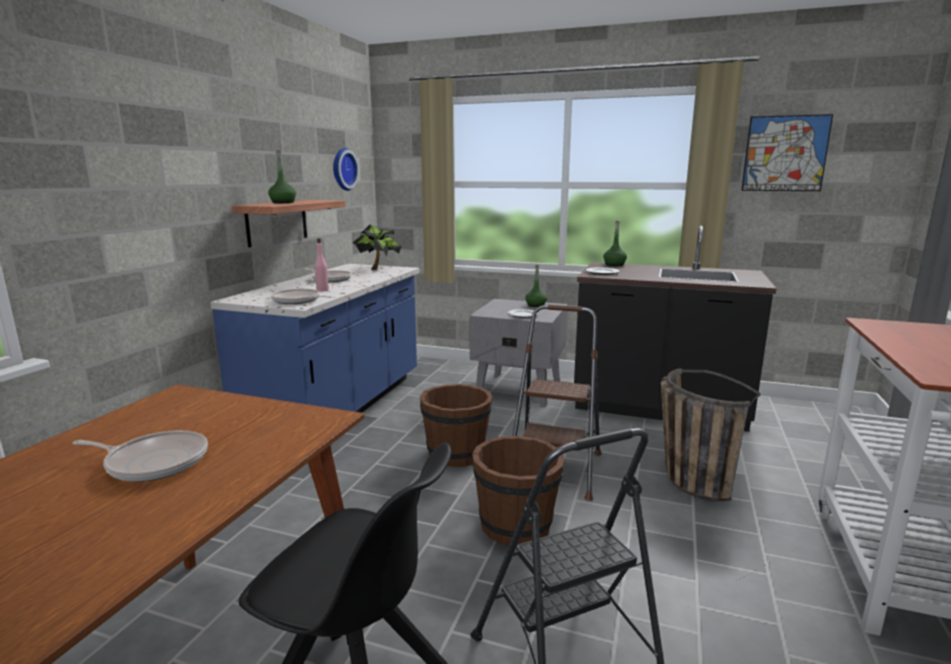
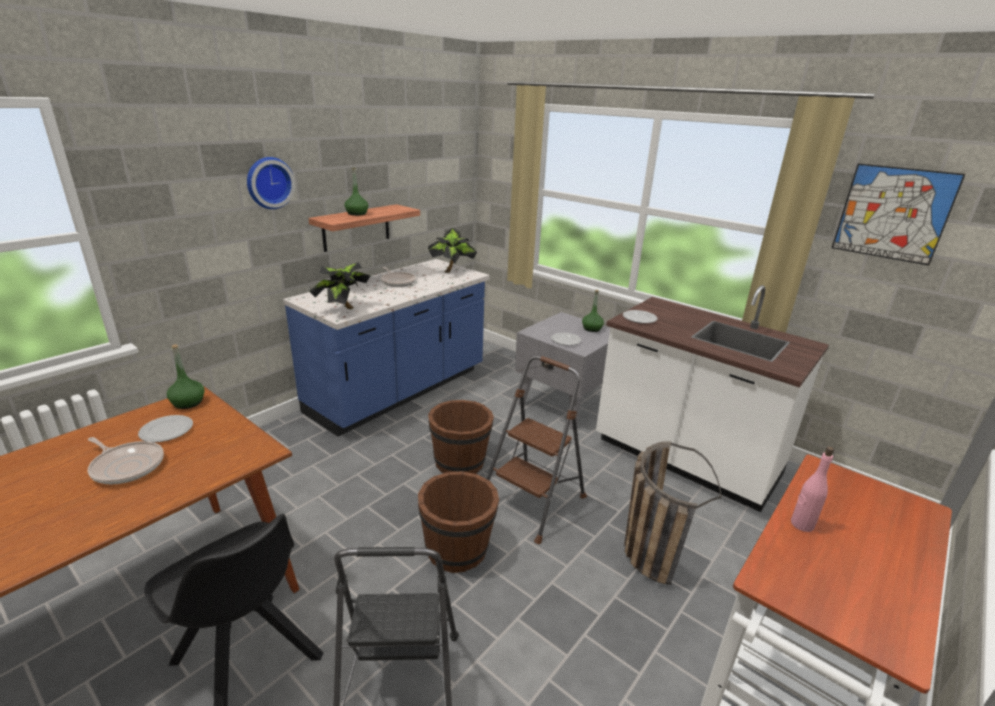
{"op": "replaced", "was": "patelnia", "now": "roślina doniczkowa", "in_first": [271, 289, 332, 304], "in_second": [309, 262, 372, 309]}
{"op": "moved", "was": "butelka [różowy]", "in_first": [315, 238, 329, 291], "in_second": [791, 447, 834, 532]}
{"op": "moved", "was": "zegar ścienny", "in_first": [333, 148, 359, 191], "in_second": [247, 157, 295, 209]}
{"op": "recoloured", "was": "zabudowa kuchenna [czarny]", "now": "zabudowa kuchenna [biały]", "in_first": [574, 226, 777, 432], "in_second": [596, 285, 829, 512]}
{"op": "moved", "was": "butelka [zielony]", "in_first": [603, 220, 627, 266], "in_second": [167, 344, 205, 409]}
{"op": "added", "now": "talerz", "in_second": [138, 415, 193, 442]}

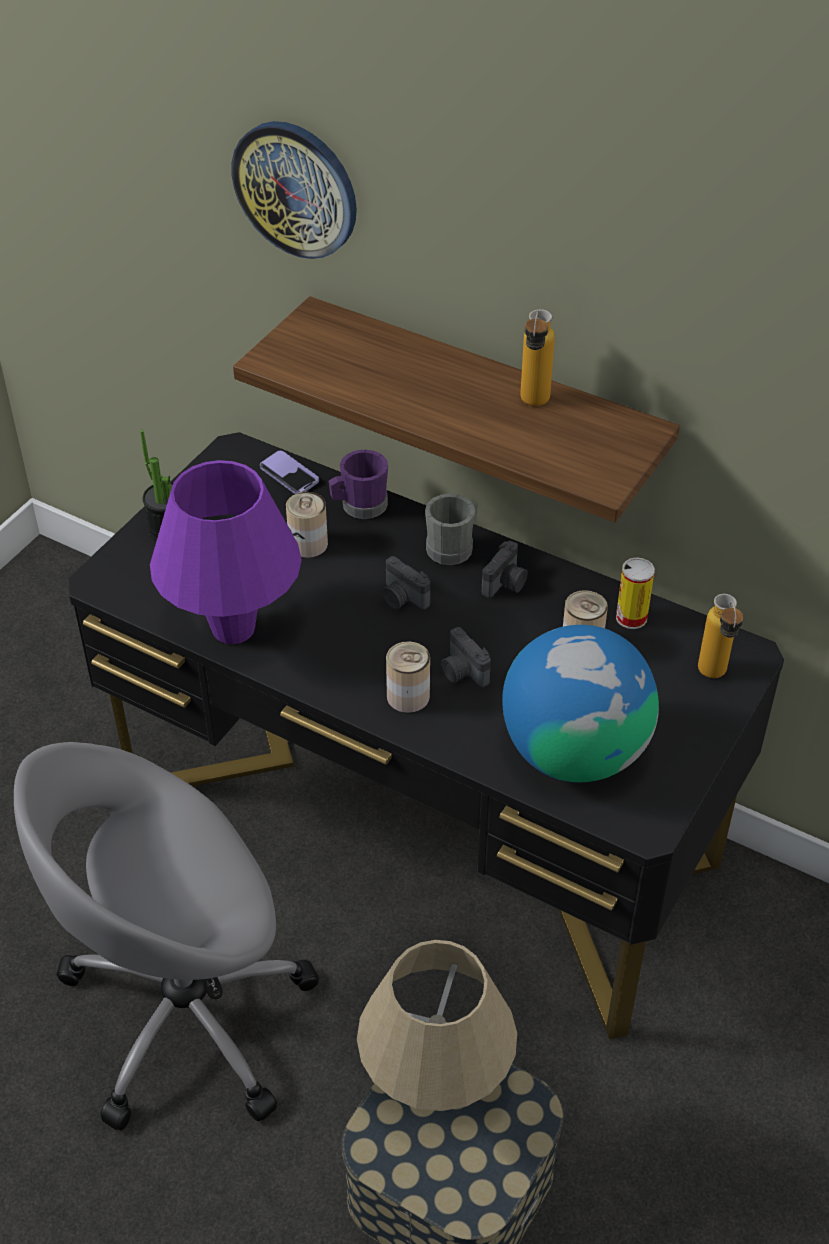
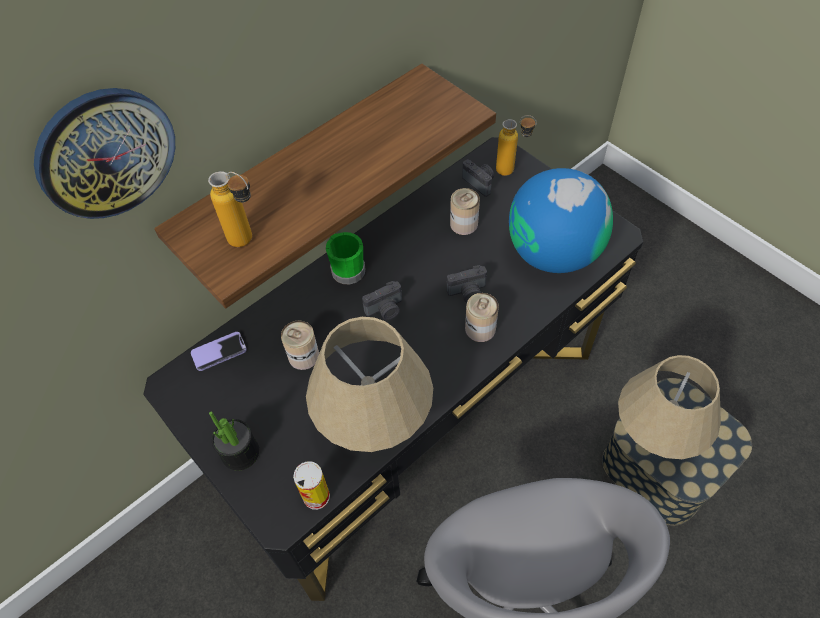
{"op": "recoloured", "was": "lampa stołowa [fioletowy]", "now": "lampa stołowa [beżowy]", "in_first": [150, 460, 302, 644], "in_second": [306, 317, 433, 452]}
{"op": "removed", "was": "kubek [fioletowy]", "in_first": [329, 450, 388, 519]}
{"op": "recoloured", "was": "kubek [szary]", "now": "kubek [zielony]", "in_first": [425, 494, 478, 565], "in_second": [326, 232, 365, 284]}
{"op": "moved", "was": "aparat fotograficzny", "in_first": [482, 541, 528, 598], "in_second": [462, 159, 494, 197]}
{"op": "moved", "was": "butelka", "in_first": [520, 309, 555, 406], "in_second": [208, 171, 252, 247]}
{"op": "moved", "was": "puszka", "in_first": [616, 557, 655, 629], "in_second": [293, 461, 330, 510]}

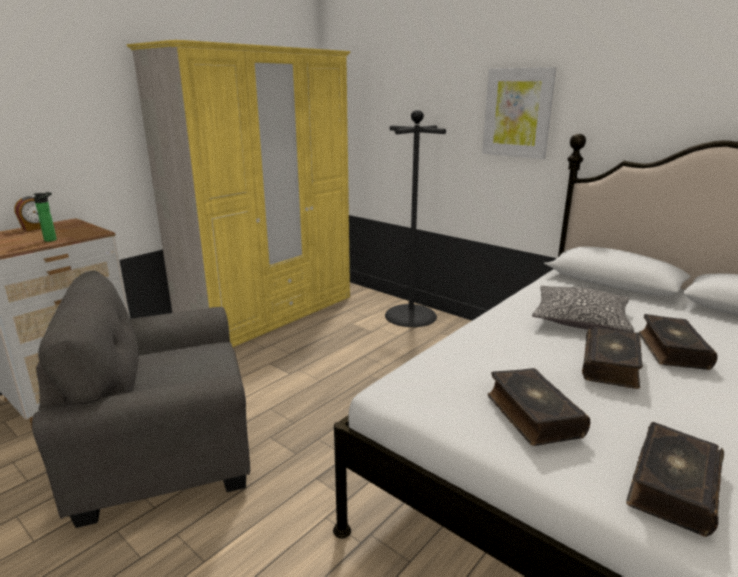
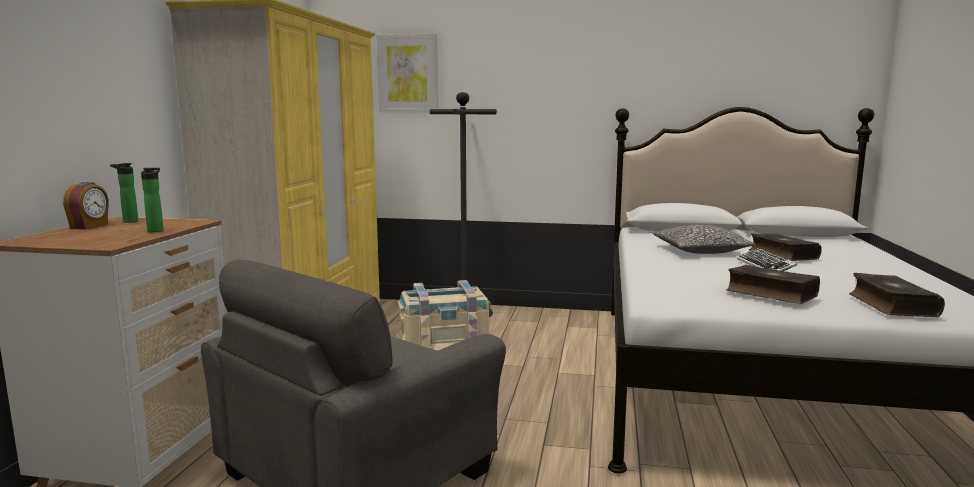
{"op": "moved", "was": "obraz", "in_first": [482, 67, 556, 159], "in_second": [376, 34, 438, 112]}
{"op": "replaced", "was": "książka", "now": "klawiatura", "in_first": [582, 327, 643, 389], "in_second": [737, 248, 797, 271]}
{"op": "added", "now": "butelka", "in_second": [110, 163, 138, 223]}
{"op": "added", "now": "pojemnik do przechowywania [beżowy]", "in_second": [396, 280, 491, 351]}

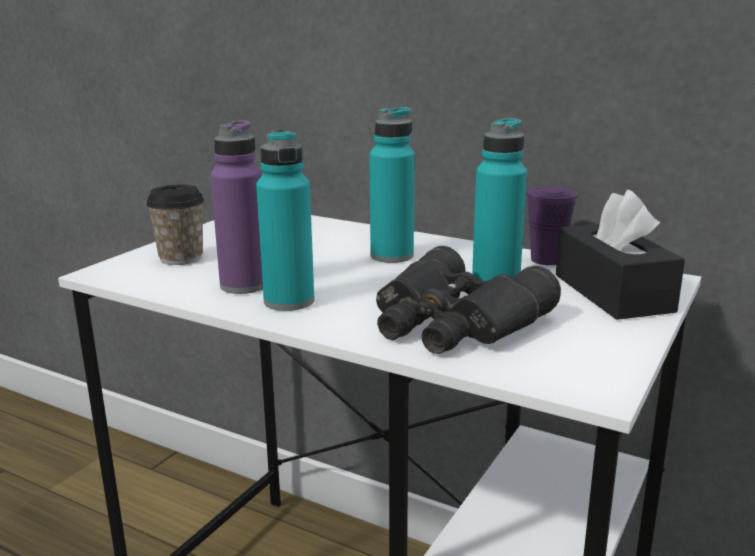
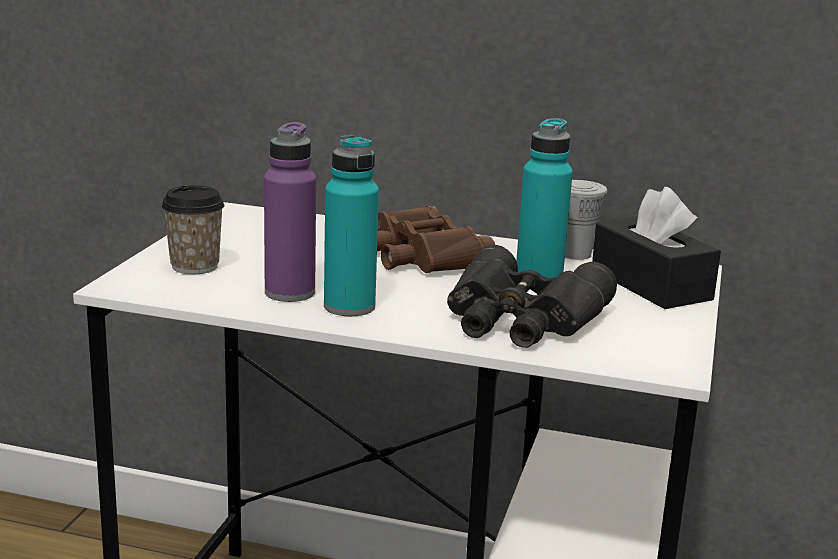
{"op": "replaced", "was": "butelka [turkusowy]", "now": "lornetka [brązowy]", "in_first": [369, 107, 415, 263], "in_second": [377, 206, 495, 273]}
{"op": "recoloured", "was": "filiżanka [fioletowy]", "now": "filiżanka [biały]", "in_first": [526, 186, 578, 265], "in_second": [565, 180, 607, 260]}

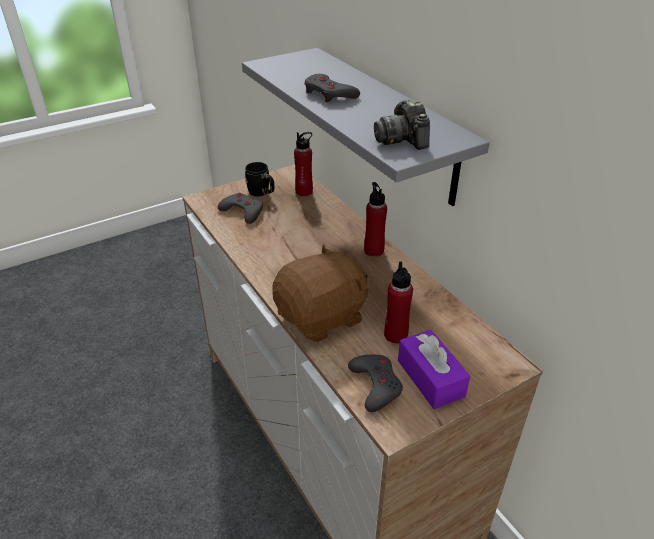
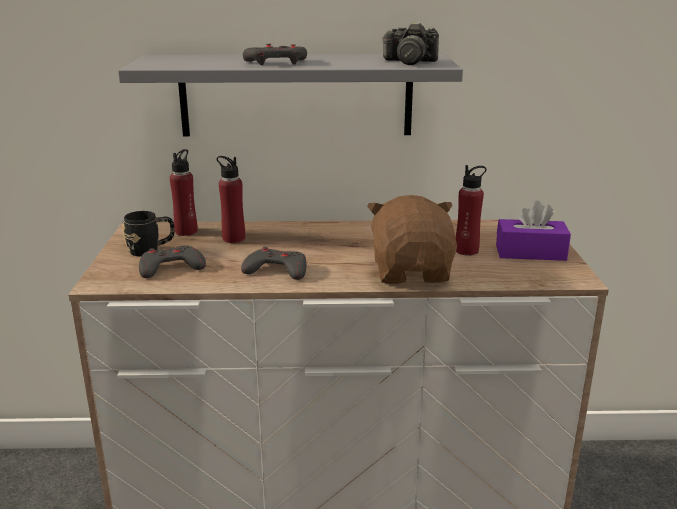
{"op": "moved", "was": "pad do gier [szary]", "in_first": [348, 355, 403, 412], "in_second": [241, 247, 306, 280]}
{"op": "moved", "was": "butelka [czerwony]", "in_first": [364, 182, 387, 257], "in_second": [217, 156, 245, 243]}

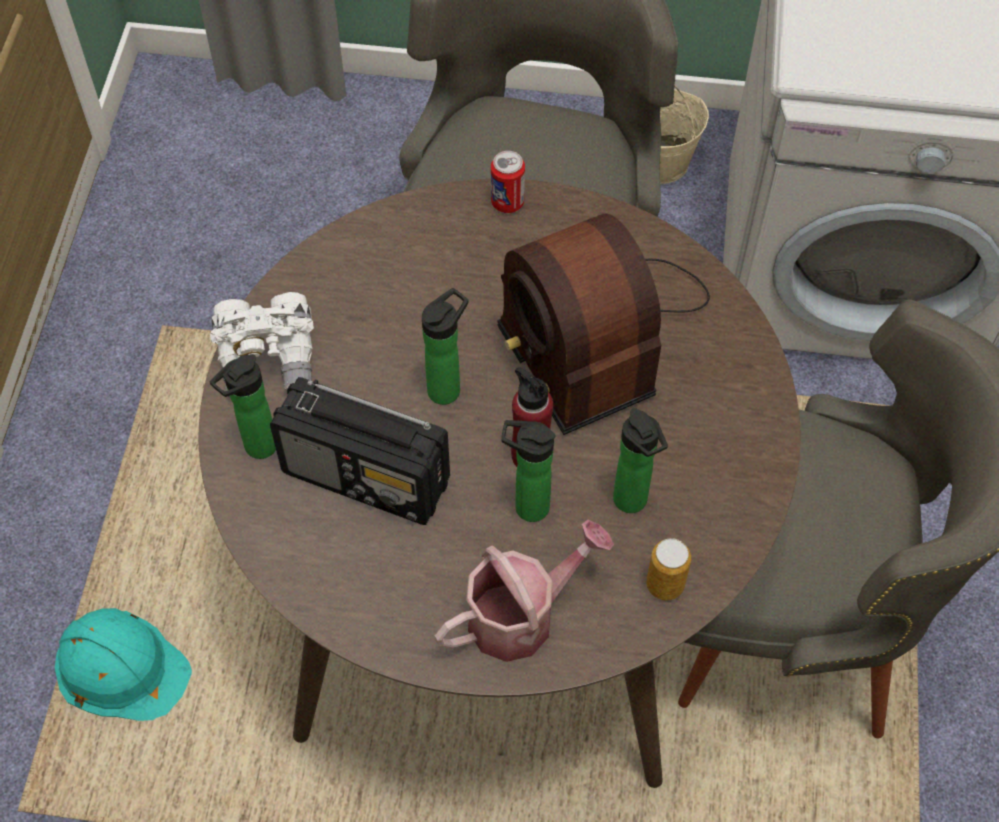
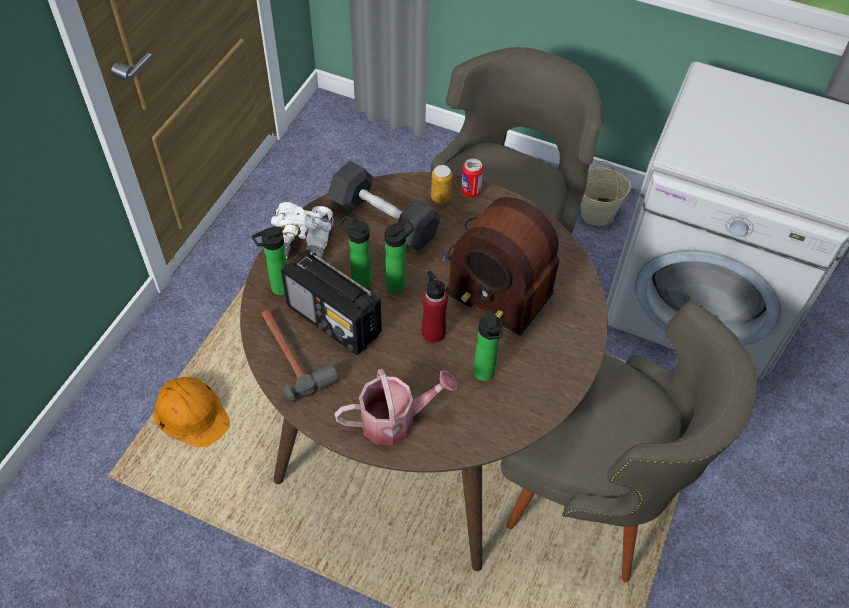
{"op": "recoloured", "was": "kask [turkusowy]", "now": "kask [pomarańczowy]", "in_first": [55, 608, 192, 721], "in_second": [154, 377, 230, 448]}
{"op": "turned", "was": "radio", "in_first": [497, 213, 710, 435], "in_second": [442, 197, 559, 336], "clockwise": -45}
{"op": "moved", "was": "butelka", "in_first": [501, 420, 555, 522], "in_second": [339, 216, 372, 288]}
{"op": "moved", "was": "puszka", "in_first": [646, 538, 691, 600], "in_second": [431, 165, 452, 204]}
{"op": "added", "now": "młotek", "in_second": [262, 310, 339, 402]}
{"op": "added", "now": "hantel [czarny]", "in_second": [328, 161, 440, 251]}

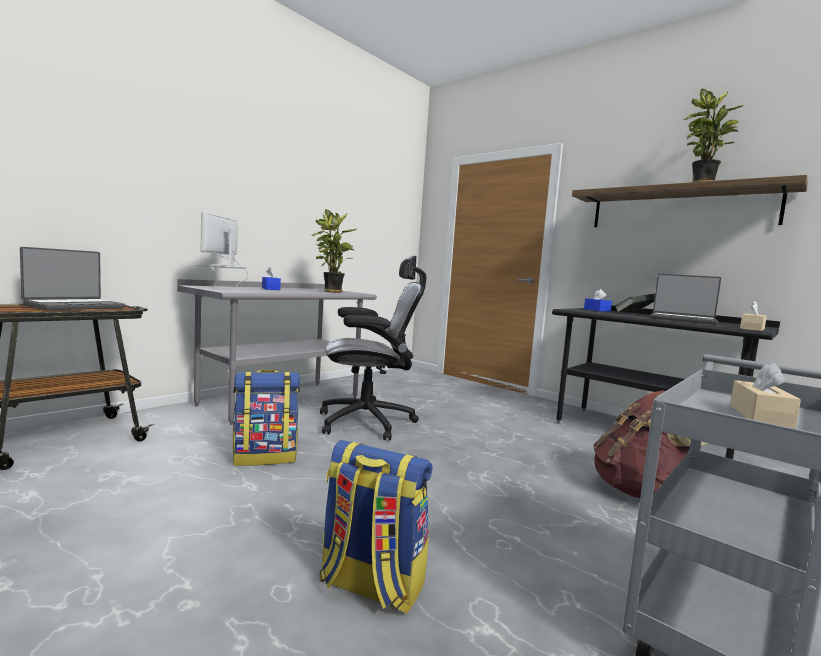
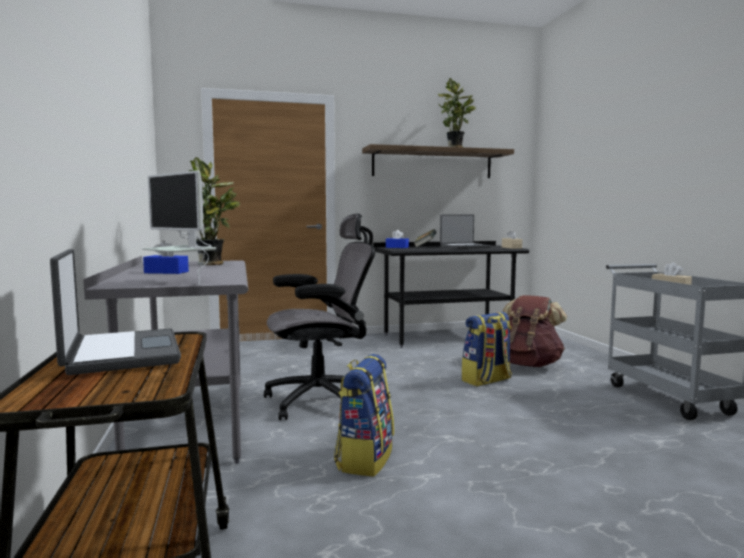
{"op": "turned", "was": "krzesło biurowe", "in_first": [320, 256, 426, 440], "in_second": [264, 214, 375, 420], "clockwise": 45}
{"op": "moved", "was": "plecak", "in_first": [320, 440, 432, 614], "in_second": [462, 312, 512, 386]}

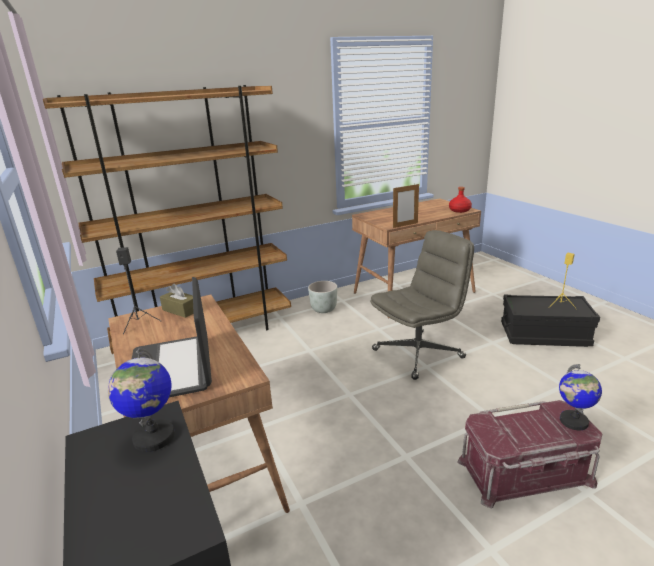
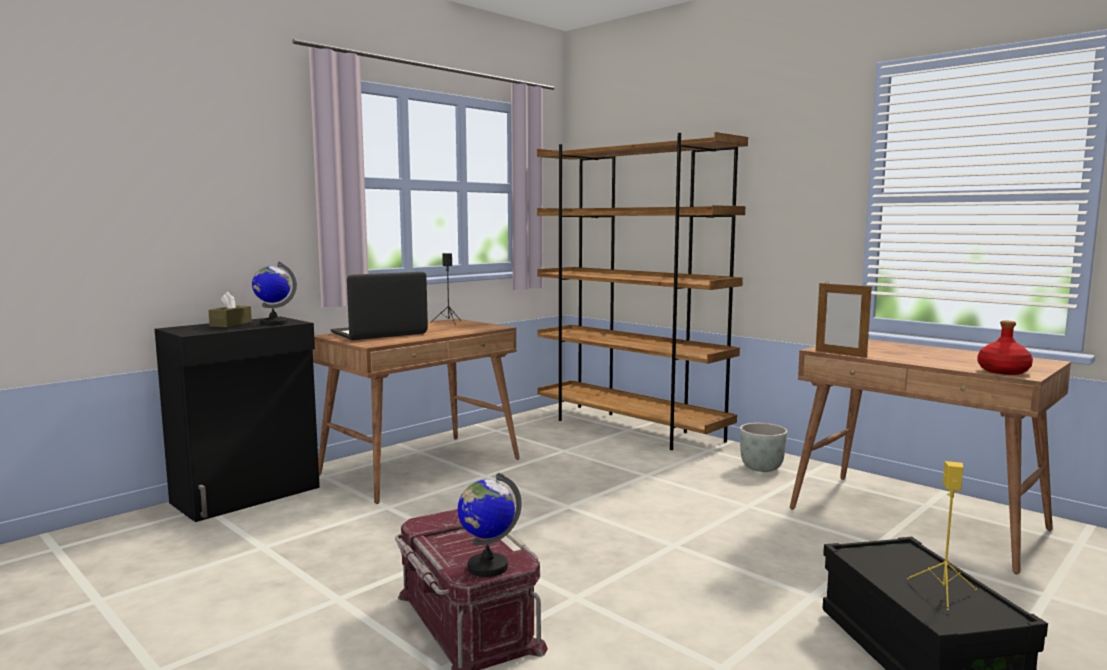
{"op": "moved", "was": "pudełko chusteczek [brązowy]", "in_first": [160, 284, 194, 318], "in_second": [208, 292, 252, 327]}
{"op": "removed", "was": "krzesło biurowe [szary]", "in_first": [370, 230, 474, 380]}

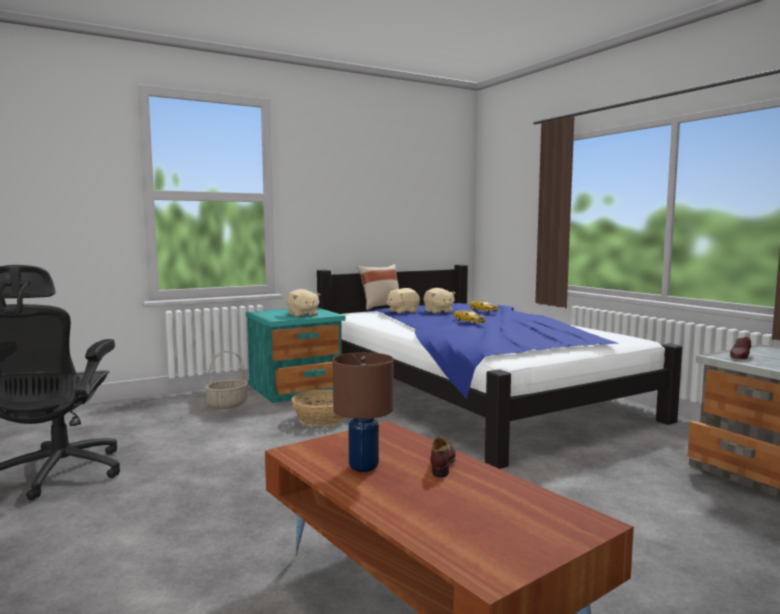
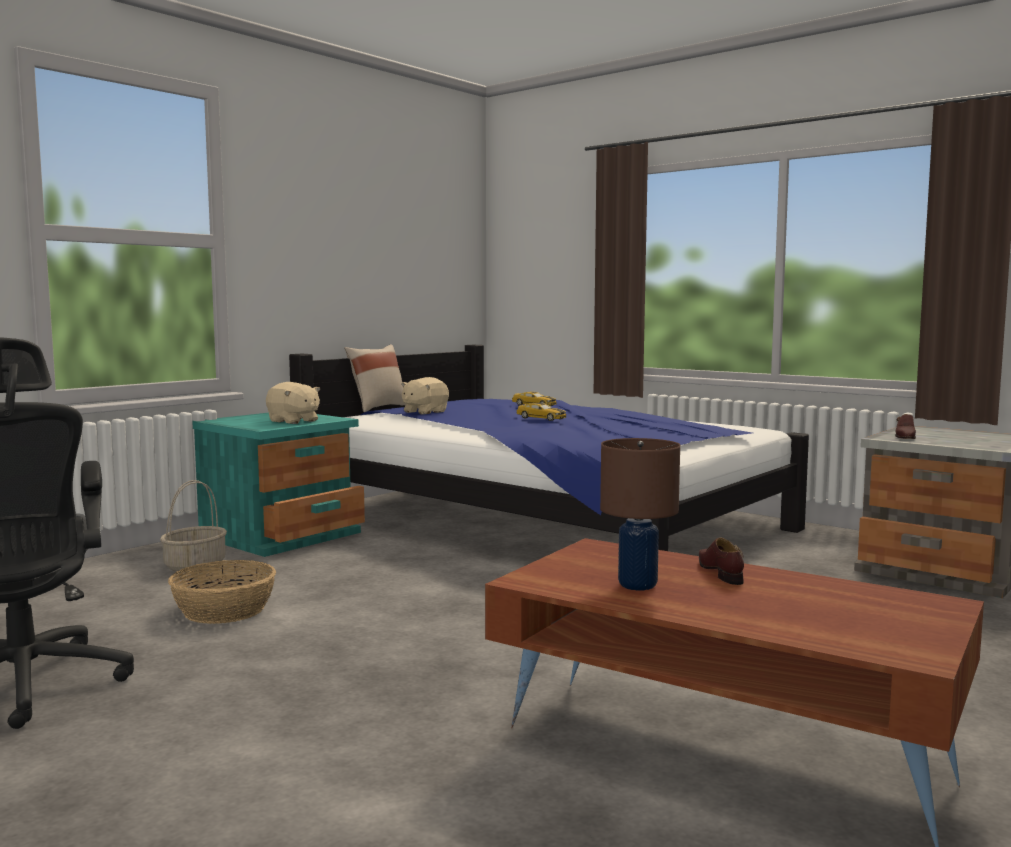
{"op": "moved", "was": "koszyk", "in_first": [292, 389, 345, 426], "in_second": [168, 560, 276, 624]}
{"op": "removed", "was": "pluszak [beżowy]", "in_first": [424, 288, 455, 314]}

